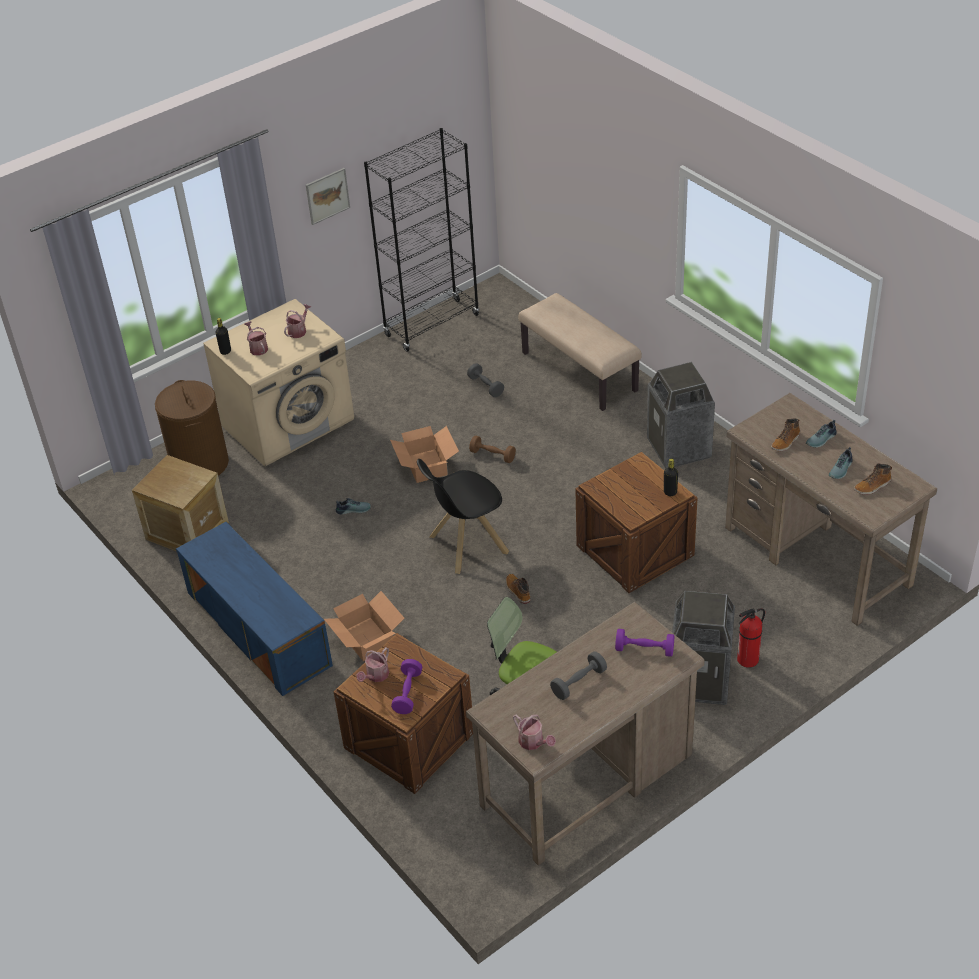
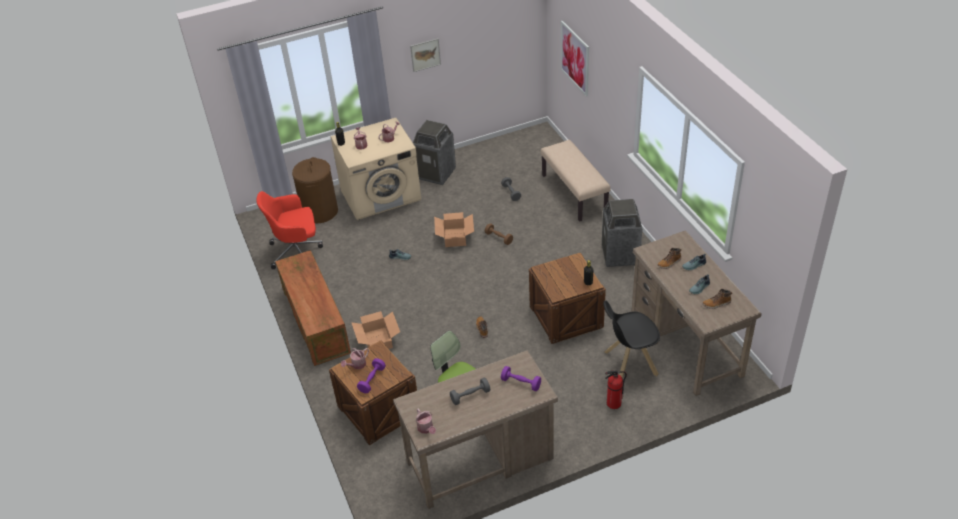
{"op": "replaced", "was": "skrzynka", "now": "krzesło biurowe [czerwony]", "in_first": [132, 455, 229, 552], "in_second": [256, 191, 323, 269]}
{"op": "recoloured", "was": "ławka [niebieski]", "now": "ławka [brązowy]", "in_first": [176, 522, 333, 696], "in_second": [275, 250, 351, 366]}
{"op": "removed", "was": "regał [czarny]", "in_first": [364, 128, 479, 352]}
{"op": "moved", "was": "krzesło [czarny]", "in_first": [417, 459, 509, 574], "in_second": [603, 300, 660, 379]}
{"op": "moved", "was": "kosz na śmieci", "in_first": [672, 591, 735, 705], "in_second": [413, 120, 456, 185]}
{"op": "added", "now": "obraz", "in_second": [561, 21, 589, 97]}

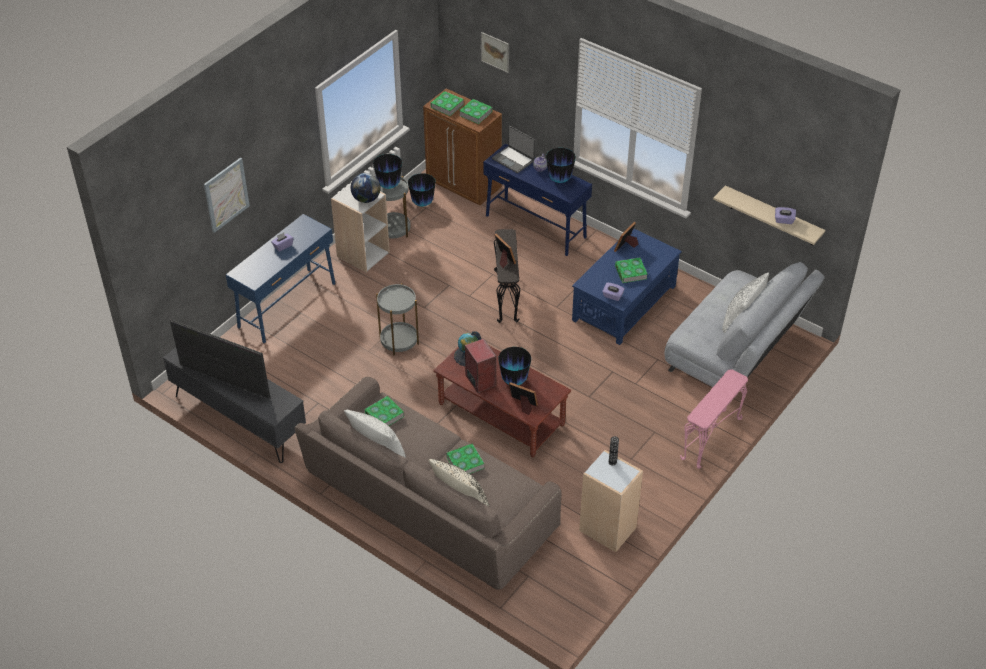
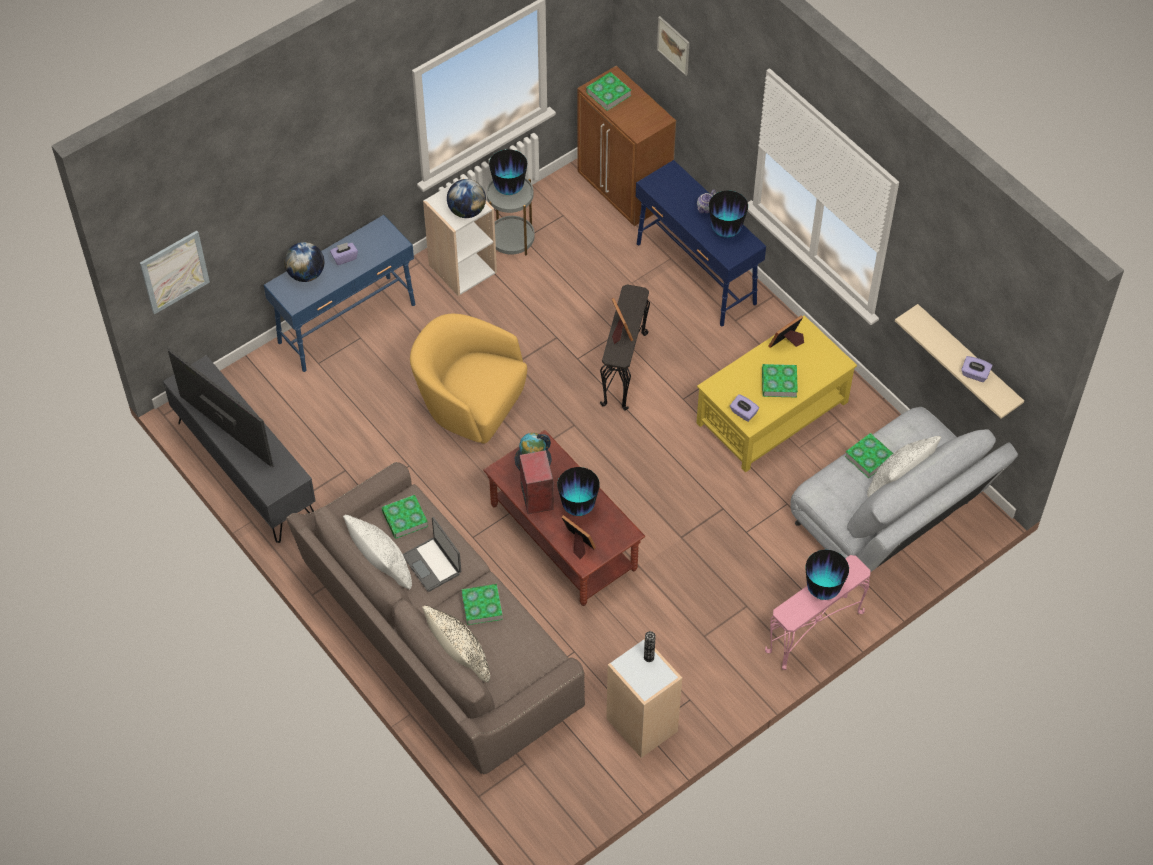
{"op": "moved", "was": "obraz", "in_first": [204, 157, 250, 233], "in_second": [140, 231, 210, 314]}
{"op": "replaced", "was": "stolik [szary]", "now": "fotel [żółty]", "in_first": [376, 283, 419, 356], "in_second": [410, 314, 527, 444]}
{"op": "moved", "was": "wazon", "in_first": [408, 173, 436, 207], "in_second": [806, 550, 849, 600]}
{"op": "moved", "was": "książka", "in_first": [459, 99, 493, 124], "in_second": [845, 433, 893, 478]}
{"op": "moved", "was": "laptop", "in_first": [492, 126, 535, 173], "in_second": [403, 517, 461, 592]}
{"op": "recoloured", "was": "ława [niebieski]", "now": "ława [żółty]", "in_first": [572, 229, 682, 345], "in_second": [696, 315, 857, 472]}
{"op": "added", "now": "globus", "in_second": [284, 242, 324, 282]}

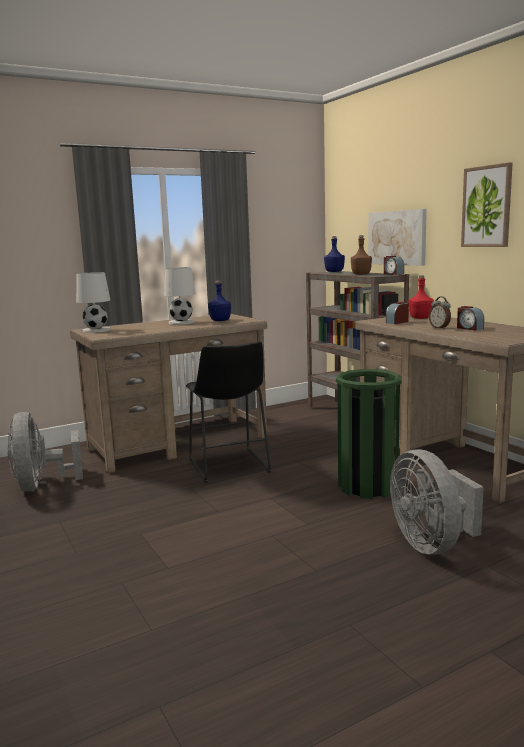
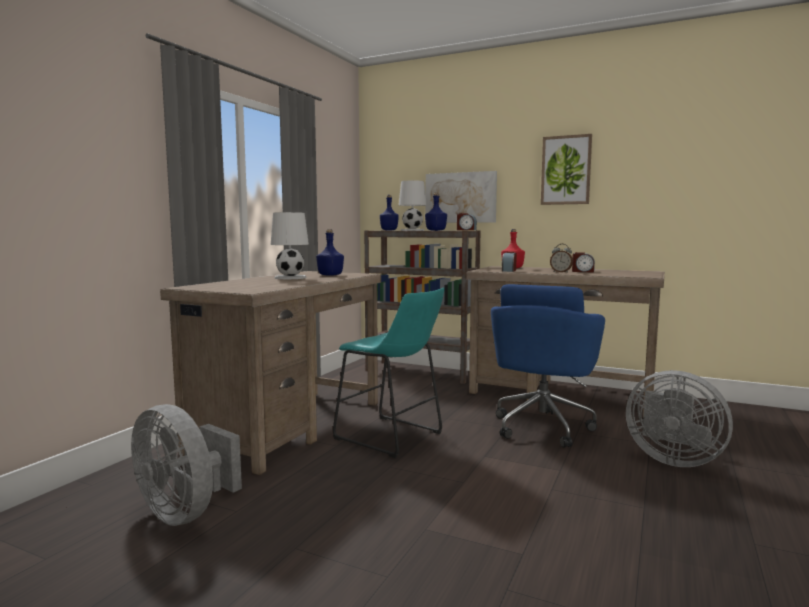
{"op": "moved", "was": "lampa stołowa [biały]", "in_first": [76, 272, 111, 333], "in_second": [399, 180, 426, 231]}
{"op": "recoloured", "was": "stołek [czarny]", "now": "stołek [turkusowy]", "in_first": [186, 341, 271, 483], "in_second": [333, 288, 445, 458]}
{"op": "replaced", "was": "kosz na śmieci [zielony]", "now": "krzesło biurowe [niebieski]", "in_first": [336, 369, 402, 499], "in_second": [491, 284, 605, 448]}
{"op": "recoloured", "was": "butelka [brązowy]", "now": "butelka [niebieski]", "in_first": [351, 235, 372, 275], "in_second": [425, 193, 447, 231]}

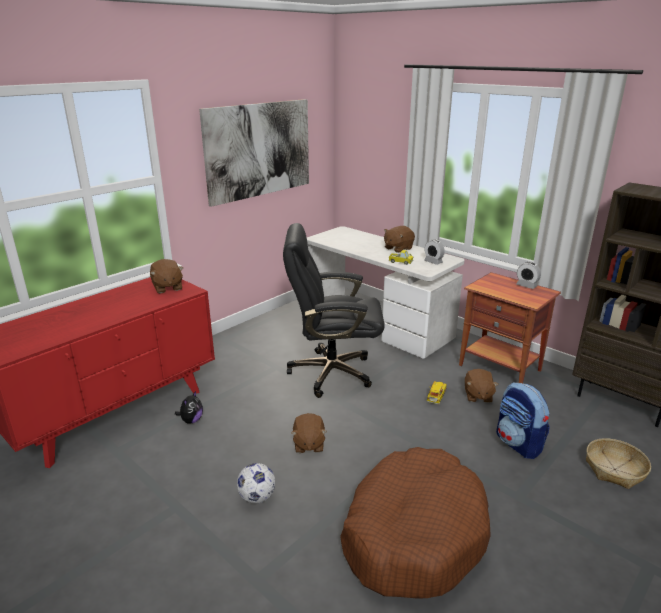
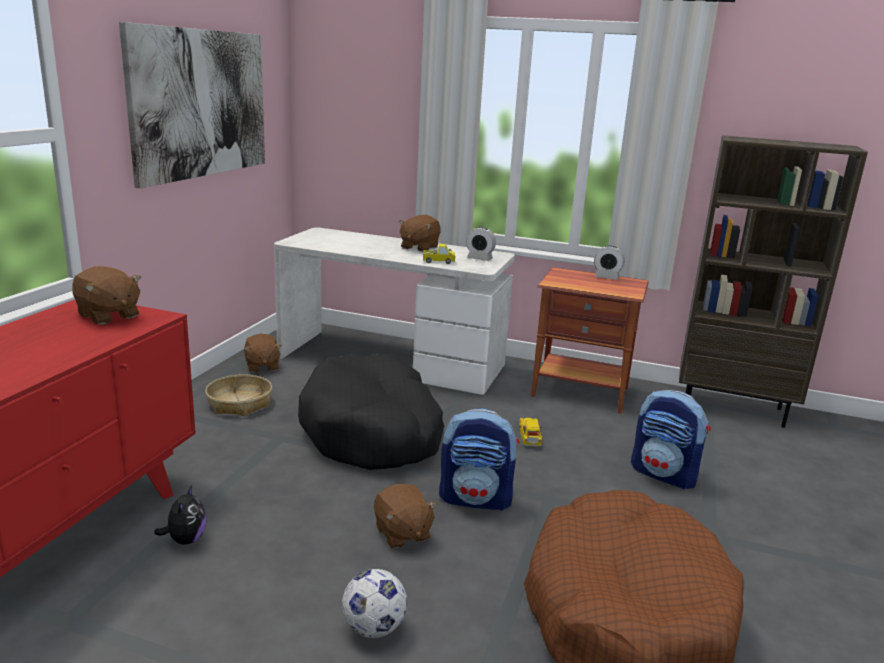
{"op": "replaced", "was": "krzesło biurowe [czarny]", "now": "legowisko [czarny]", "in_first": [283, 223, 385, 398], "in_second": [298, 354, 444, 470]}
{"op": "moved", "was": "pluszak [brązowy]", "in_first": [465, 369, 499, 403], "in_second": [244, 334, 282, 373]}
{"op": "moved", "was": "koszyk", "in_first": [586, 438, 651, 489], "in_second": [205, 374, 272, 416]}
{"op": "added", "now": "plecak", "in_second": [439, 408, 519, 511]}

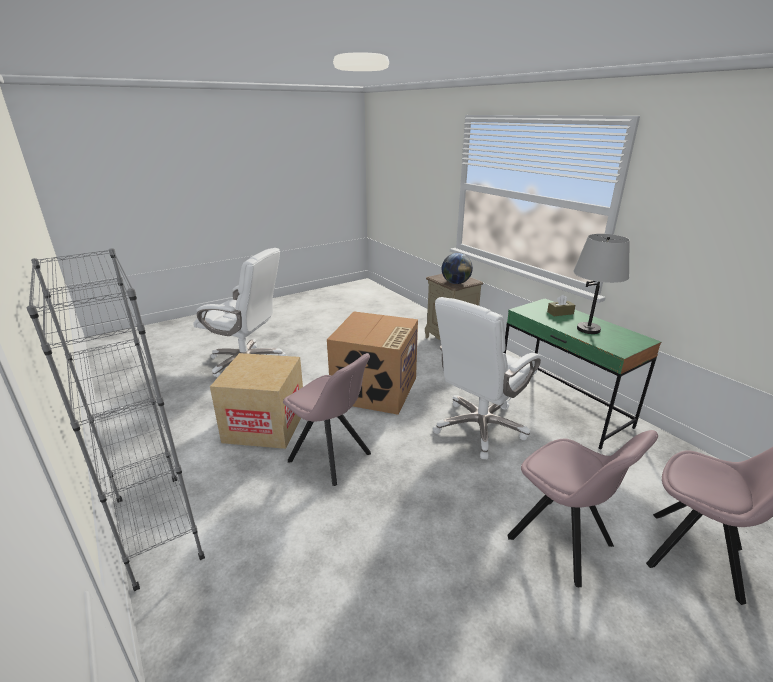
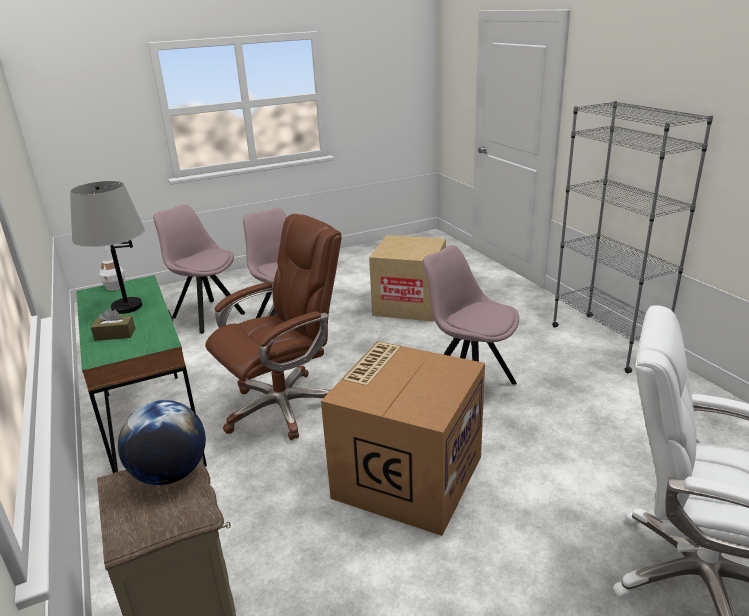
{"op": "moved", "was": "karton", "in_first": [210, 353, 303, 449], "in_second": [369, 235, 446, 322]}
{"op": "recoloured", "was": "krzesło biurowe [biały]", "now": "krzesło biurowe [brązowy]", "in_first": [432, 297, 541, 459], "in_second": [205, 214, 342, 440]}
{"op": "added", "now": "butelka [biały]", "in_second": [99, 246, 125, 291]}

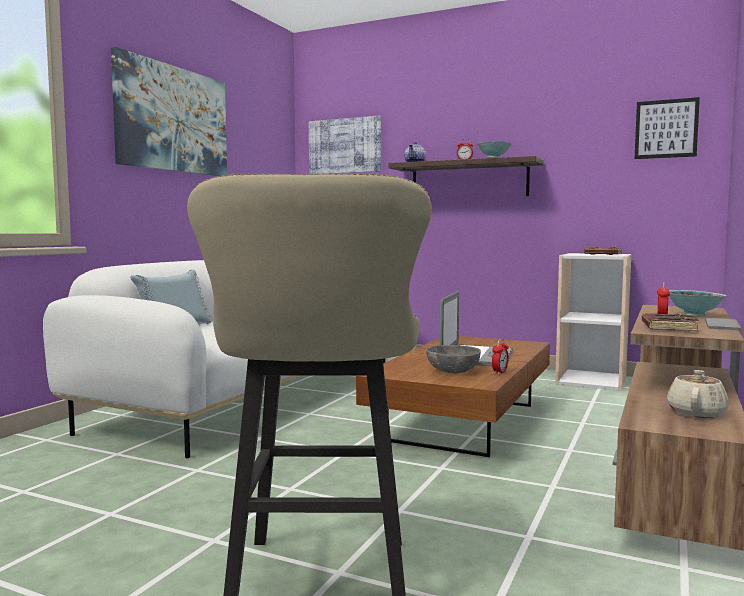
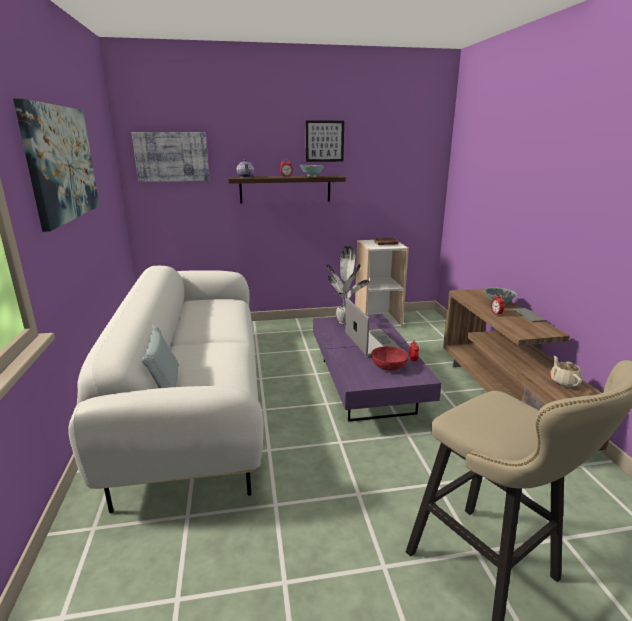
{"op": "recoloured", "was": "ława [brązowy]", "now": "ława [fioletowy]", "in_first": [356, 336, 550, 457], "in_second": [313, 314, 442, 422]}
{"op": "recoloured", "was": "miska [szary]", "now": "miska [czerwony]", "in_first": [426, 345, 481, 373], "in_second": [371, 346, 408, 371]}
{"op": "moved", "was": "obraz", "in_first": [635, 97, 700, 159], "in_second": [306, 120, 344, 162]}
{"op": "removed", "was": "książka [brązowy]", "in_first": [642, 313, 700, 332]}
{"op": "added", "now": "roślina doniczkowa", "in_second": [327, 246, 370, 324]}

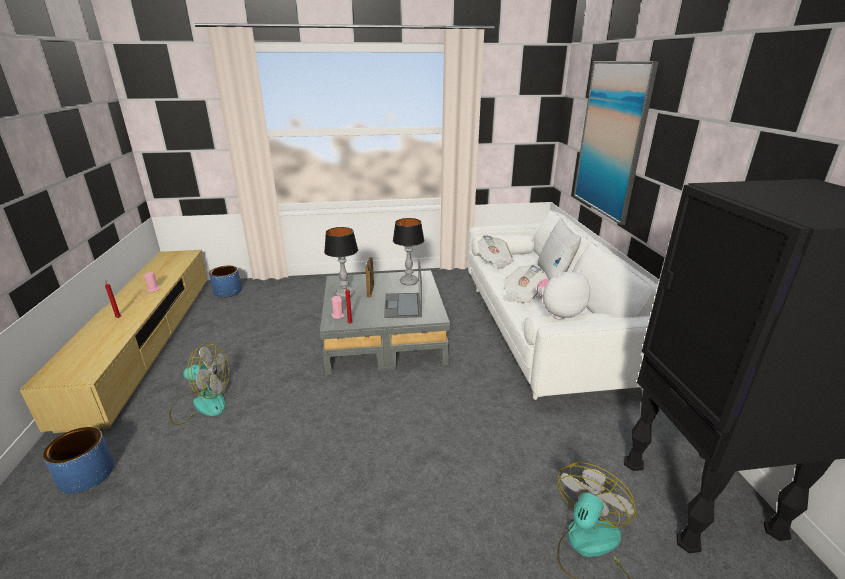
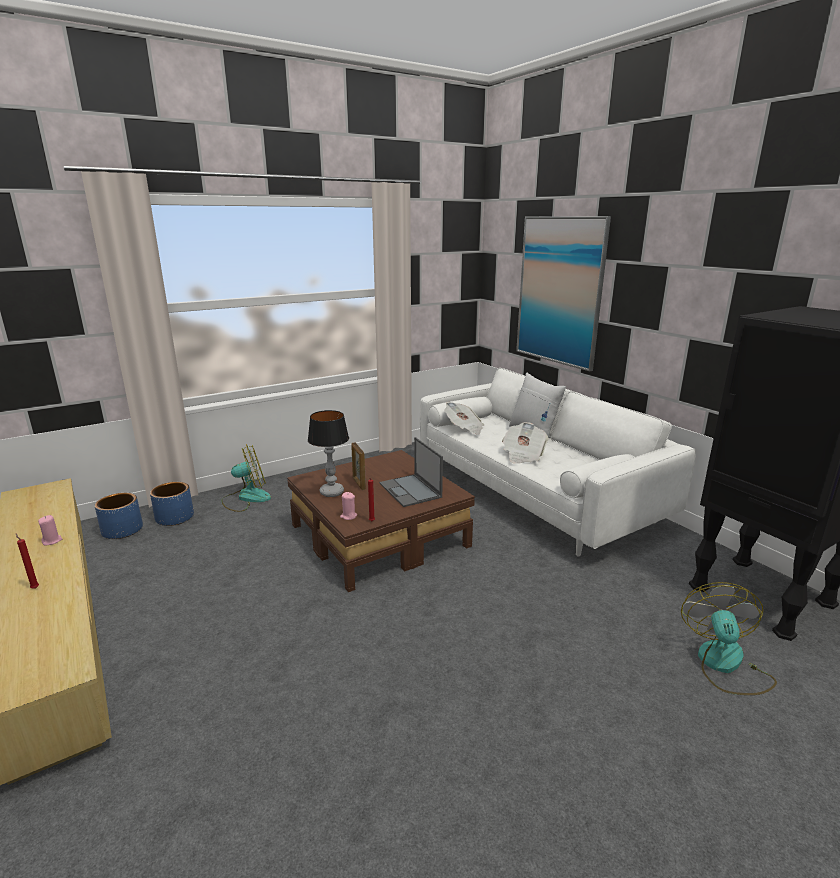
{"op": "moved", "was": "donica [niebieski]", "in_first": [43, 427, 114, 494], "in_second": [150, 482, 194, 526]}
{"op": "moved", "was": "wentylator", "in_first": [169, 343, 229, 426], "in_second": [221, 444, 271, 512]}
{"op": "recoloured", "was": "ława [szary]", "now": "ława [brązowy]", "in_first": [320, 270, 450, 375], "in_second": [287, 450, 475, 592]}
{"op": "removed", "was": "lampa stołowa", "in_first": [393, 218, 424, 285]}
{"op": "removed", "was": "pluszak", "in_first": [537, 270, 590, 320]}

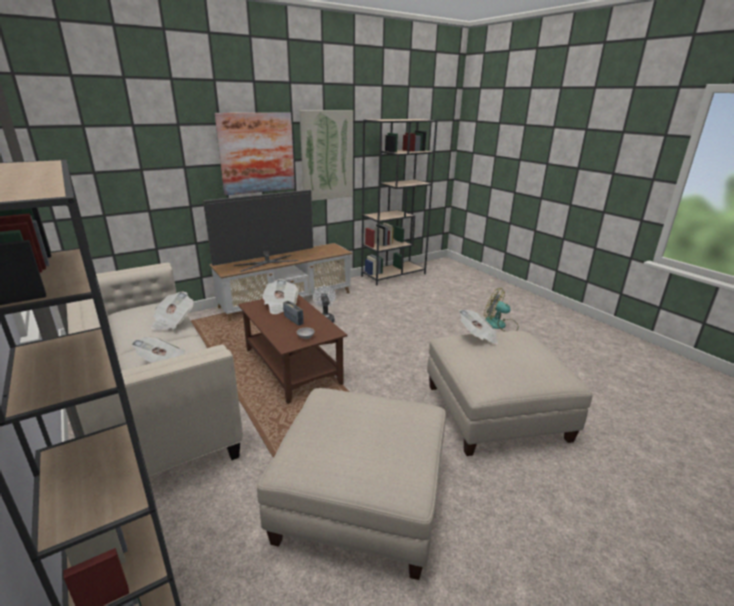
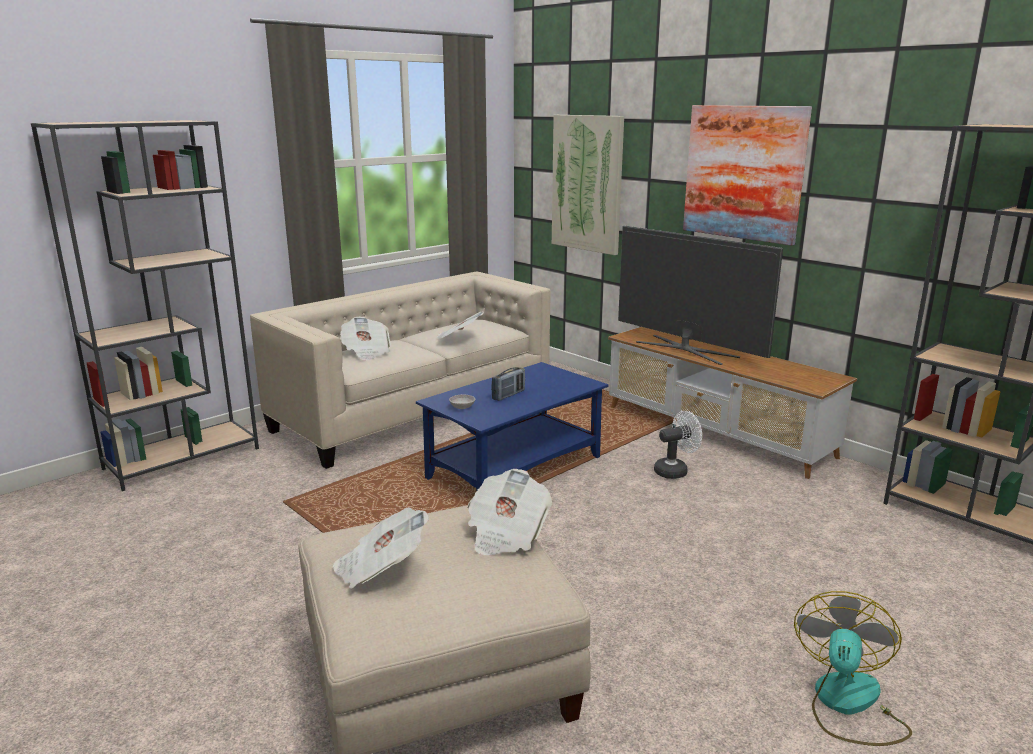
{"op": "recoloured", "was": "ława [brązowy]", "now": "ława [niebieski]", "in_first": [238, 294, 347, 404], "in_second": [416, 362, 609, 491]}
{"op": "removed", "was": "pufa [beżowy]", "in_first": [257, 388, 446, 580]}
{"op": "moved", "was": "gazeta", "in_first": [262, 279, 299, 314], "in_second": [332, 507, 429, 589]}
{"op": "moved", "was": "obraz", "in_first": [299, 110, 353, 201], "in_second": [552, 115, 624, 255]}

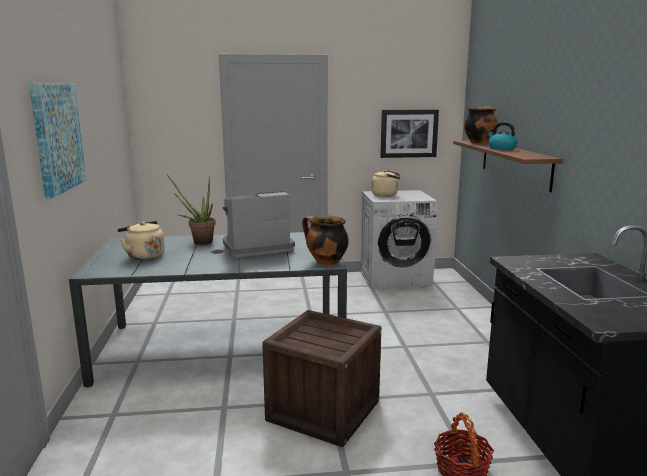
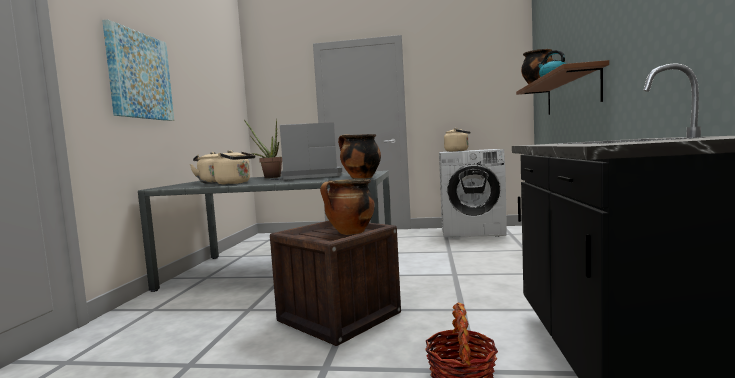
{"op": "removed", "was": "obraz", "in_first": [380, 110, 439, 158]}
{"op": "added", "now": "czajnik [beżowy]", "in_second": [213, 150, 255, 184]}
{"op": "added", "now": "garnek", "in_second": [320, 179, 375, 235]}

